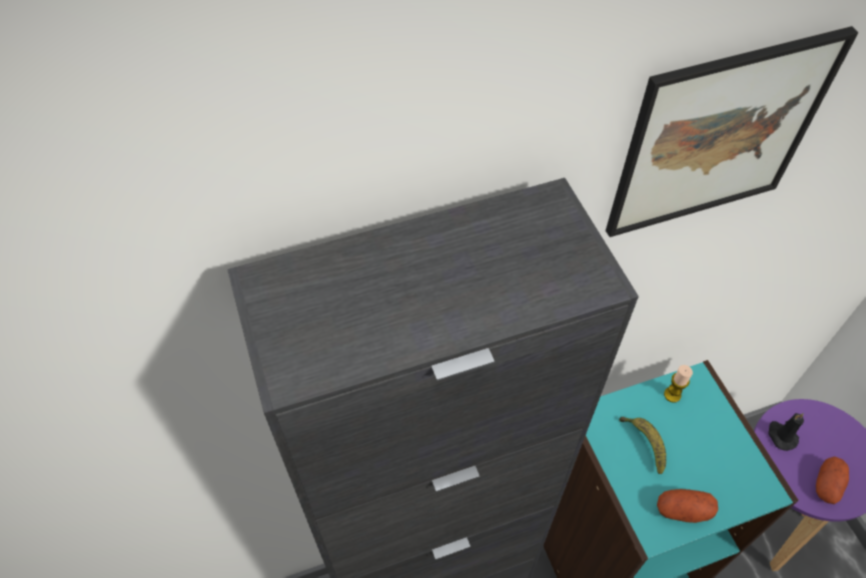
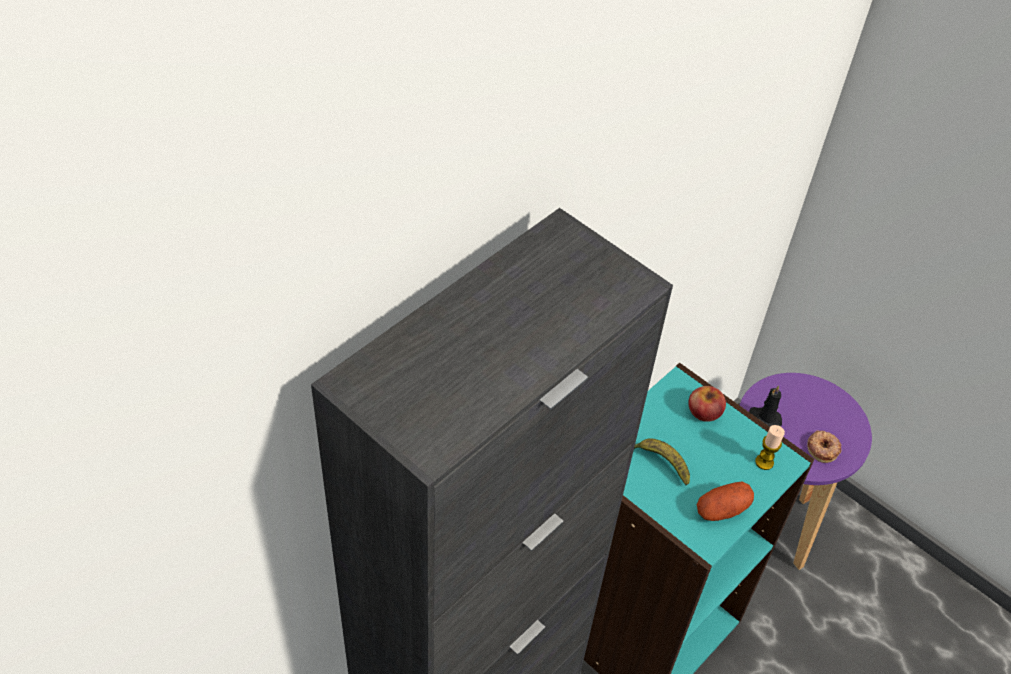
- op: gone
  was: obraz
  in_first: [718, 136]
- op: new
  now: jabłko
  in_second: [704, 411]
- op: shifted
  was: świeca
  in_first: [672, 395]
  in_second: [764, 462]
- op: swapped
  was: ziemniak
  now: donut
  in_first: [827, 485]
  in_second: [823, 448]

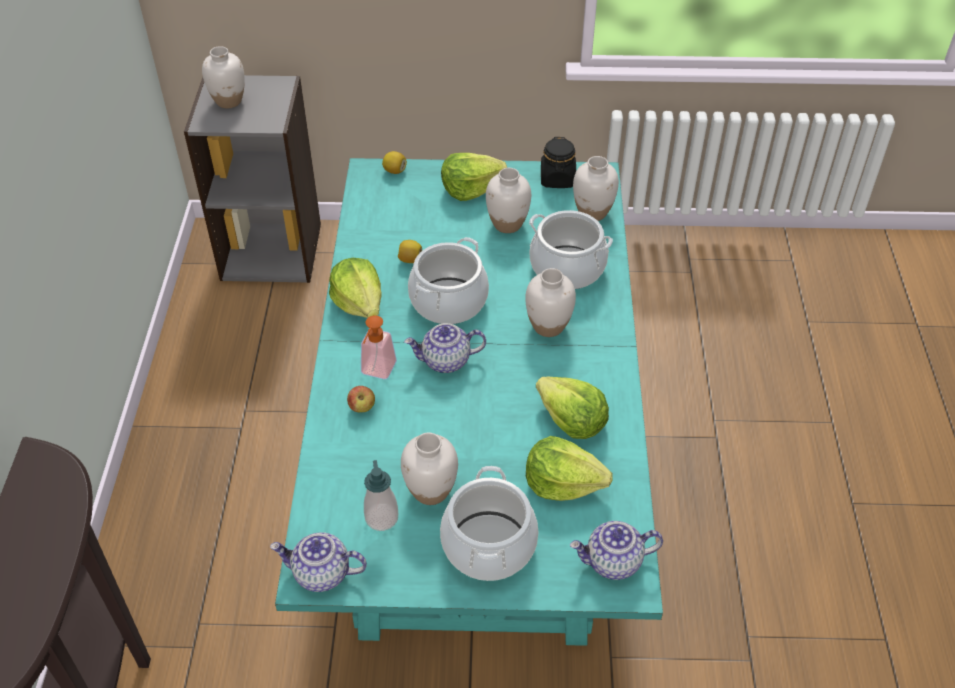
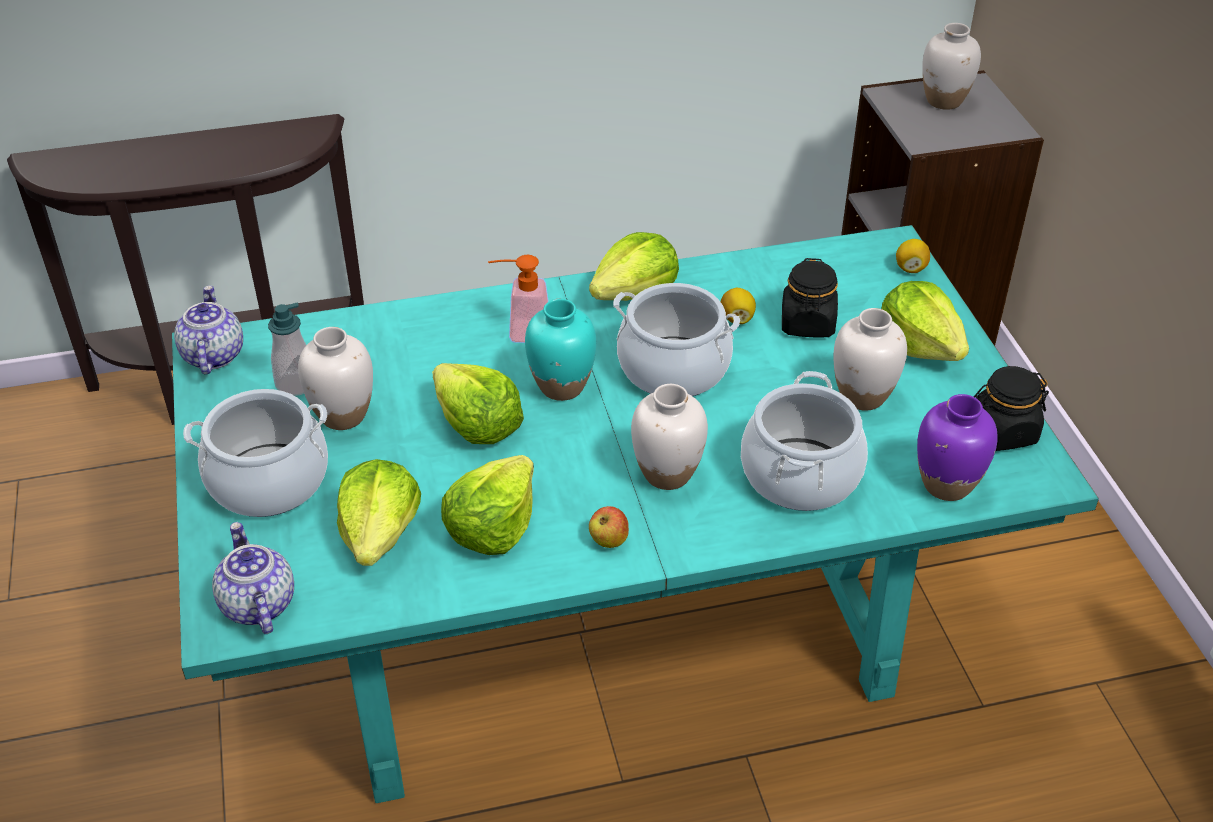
- op: new
  now: sałata
  in_second: [477, 425]
- op: new
  now: słoik (czarny)
  in_second: [807, 323]
- op: shifted
  was: jabłko
  in_first: [362, 407]
  in_second: [609, 540]
- op: swapped
  was: imbryk
  now: wazon (turkusowy)
  in_first: [445, 361]
  in_second: [561, 387]
- op: repainted
  was: wazon (biały)
  now: wazon (fioletowy)
  in_first: [593, 212]
  in_second: [947, 485]

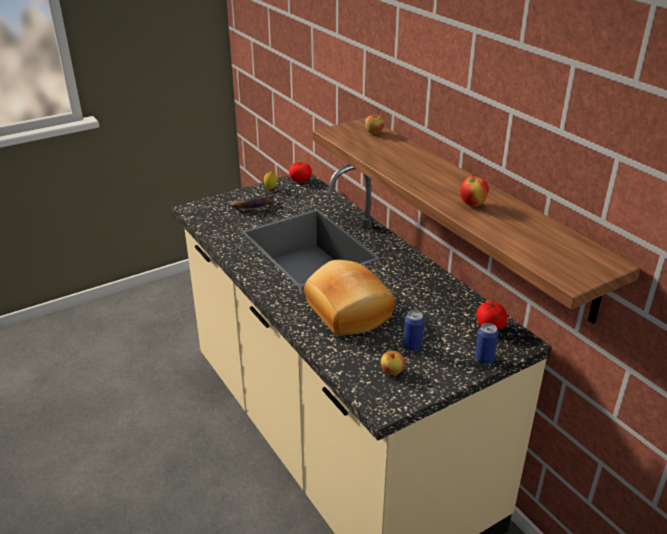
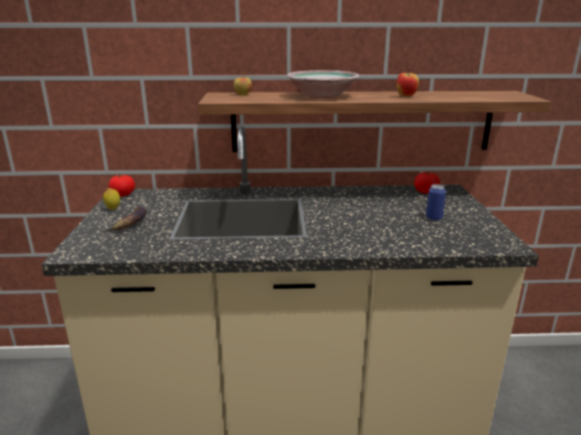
- op: gone
  was: chleb
  in_first: [346, 312]
- op: gone
  was: jabłko
  in_first: [392, 371]
- op: gone
  was: puszka
  in_first: [484, 359]
- op: new
  now: miska
  in_second: [322, 95]

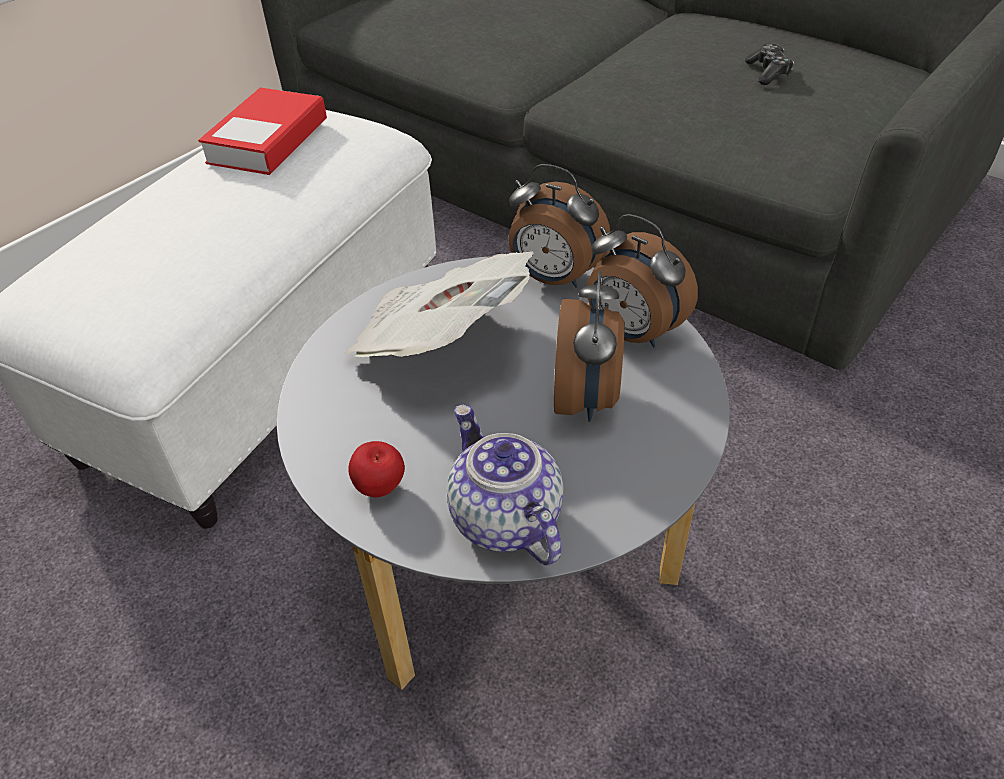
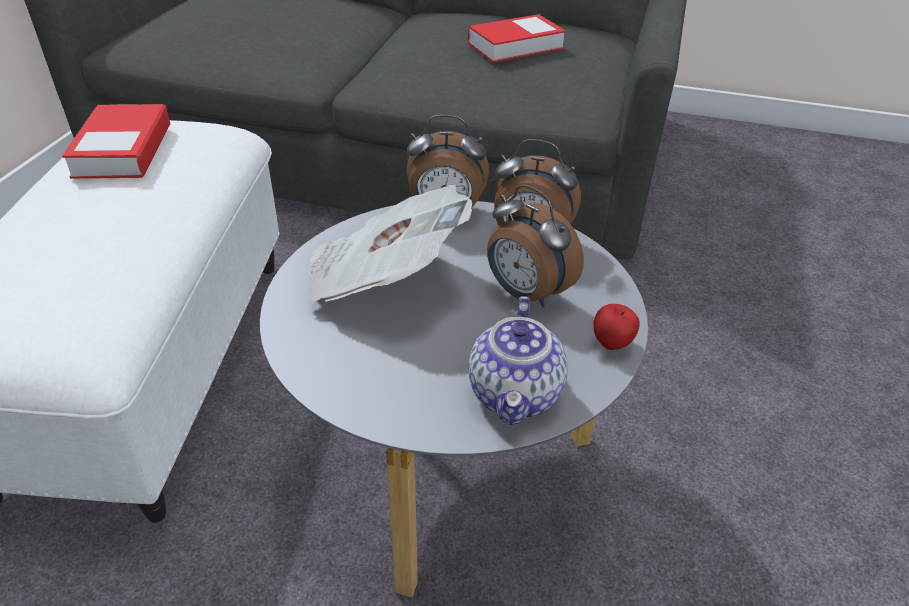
- op: shifted
  was: jabłko
  in_first: [381, 489]
  in_second: [612, 344]
- op: swapped
  was: pad do gier
  now: książka
  in_first: [768, 72]
  in_second: [515, 46]
- op: rotated
  was: imbryk
  in_first: [504, 519]
  in_second: [516, 395]
  clockwise: -120
- op: rotated
  was: budzik
  in_first: [587, 399]
  in_second: [526, 294]
  clockwise: 150

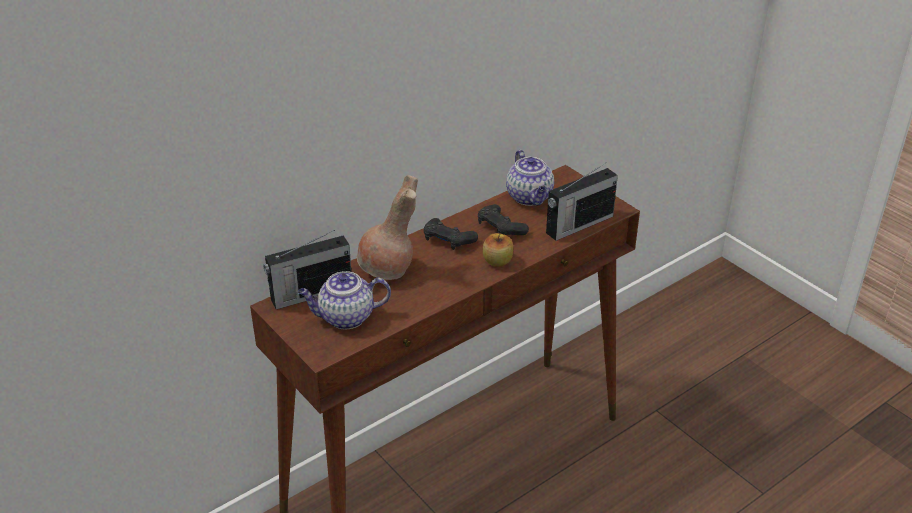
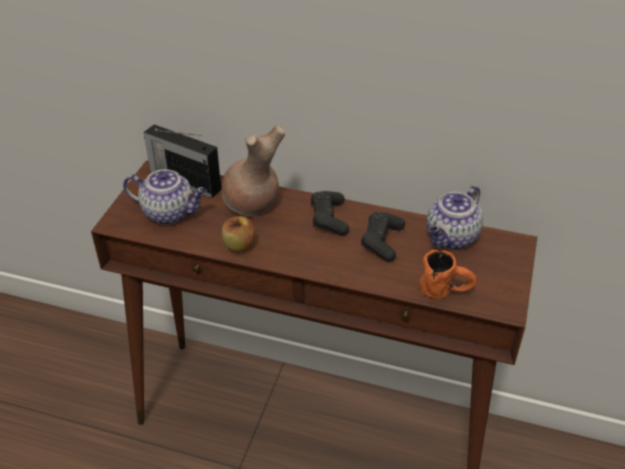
- op: shifted
  was: jabłko
  in_first: [497, 261]
  in_second: [239, 245]
- op: swapped
  was: radio
  now: kubek (pomarańczowy)
  in_first: [578, 225]
  in_second: [445, 291]
- op: rotated
  was: imbryk
  in_first: [345, 318]
  in_second: [170, 213]
  clockwise: 150

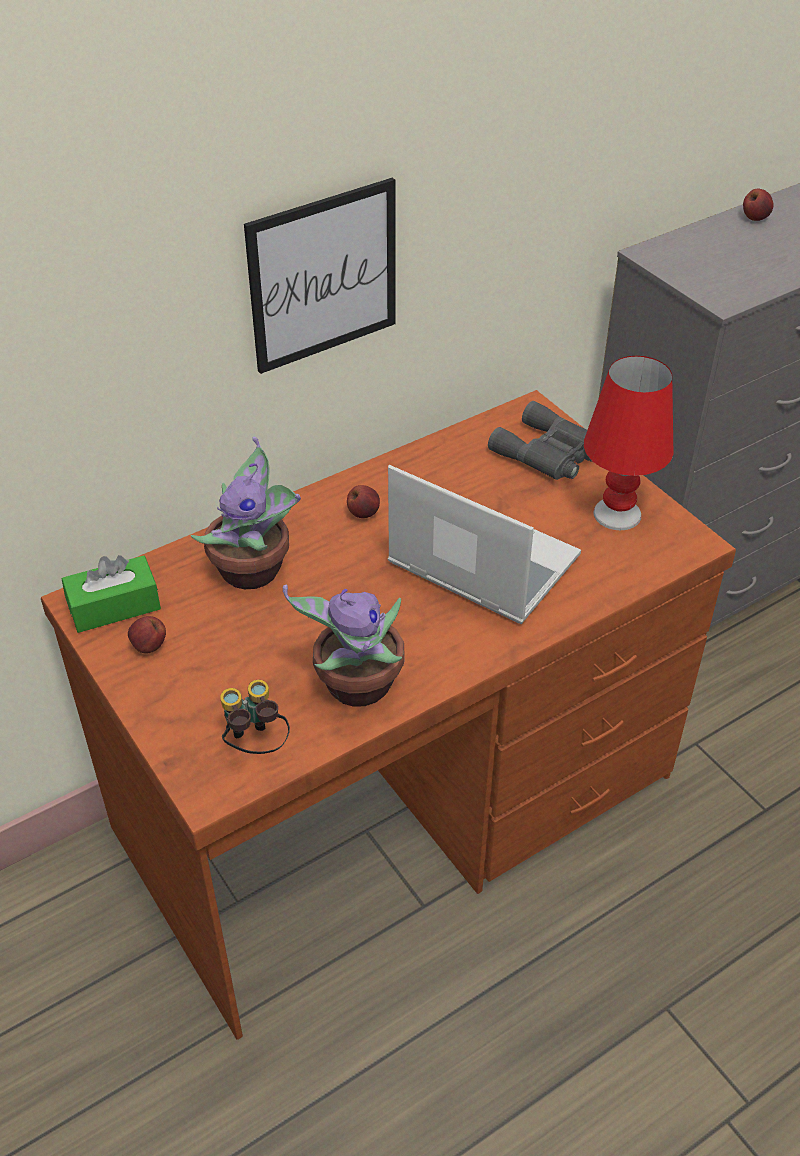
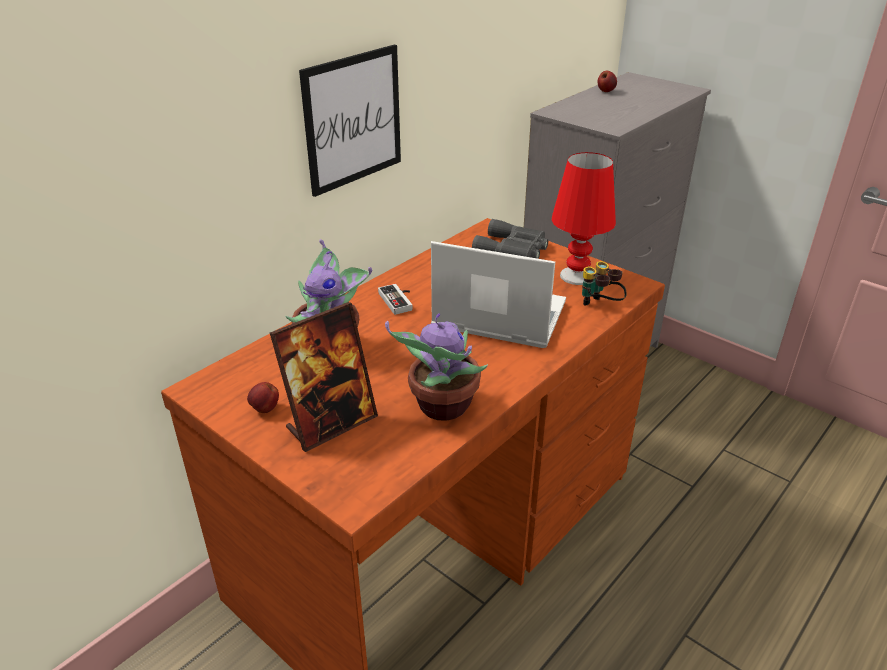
- op: gone
  was: pudełko chusteczek (zielony)
  in_first: [114, 606]
- op: new
  now: ramka na zdjęcie
  in_second: [331, 423]
- op: shifted
  was: lornetka
  in_first: [255, 745]
  in_second: [600, 307]
- op: swapped
  was: jabłko
  now: pad do gier
  in_first: [363, 513]
  in_second: [399, 300]

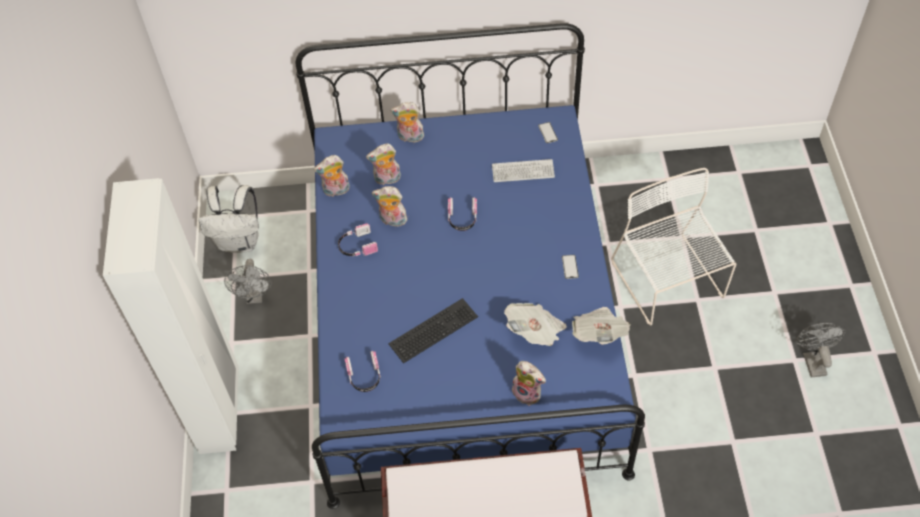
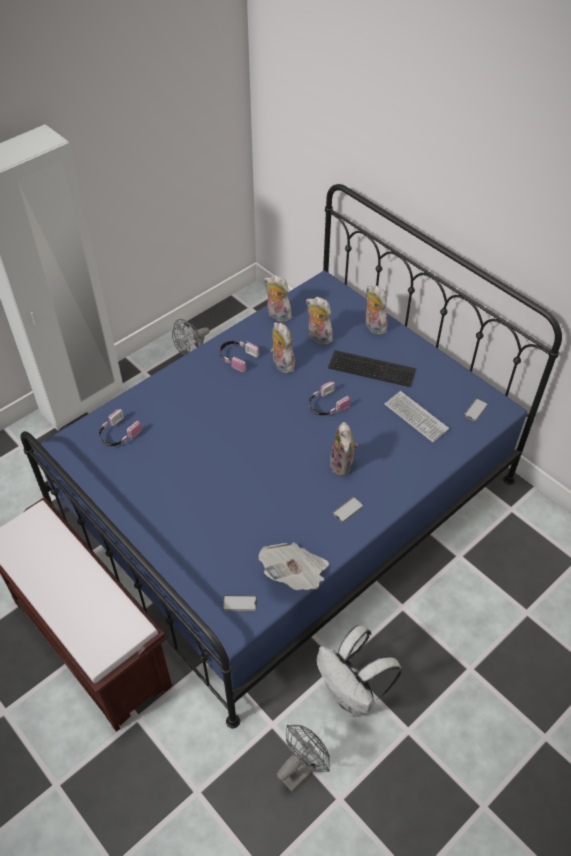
- op: gone
  was: gazeta
  in_first: [535, 332]
- op: gone
  was: krzesło (biały)
  in_first: [668, 282]
- op: new
  now: telefon
  in_second: [240, 603]
- op: shifted
  was: plecak (biały)
  in_first: [240, 242]
  in_second: [352, 694]
- op: shifted
  was: klawiatura
  in_first: [433, 328]
  in_second: [373, 367]
- op: shifted
  was: pluszak
  in_first: [528, 392]
  in_second: [343, 465]
- op: shifted
  was: wentylator (szary)
  in_first: [812, 360]
  in_second: [301, 768]

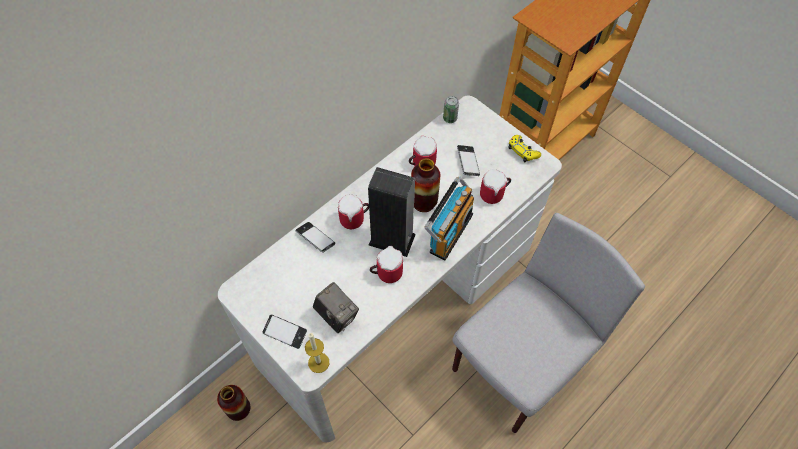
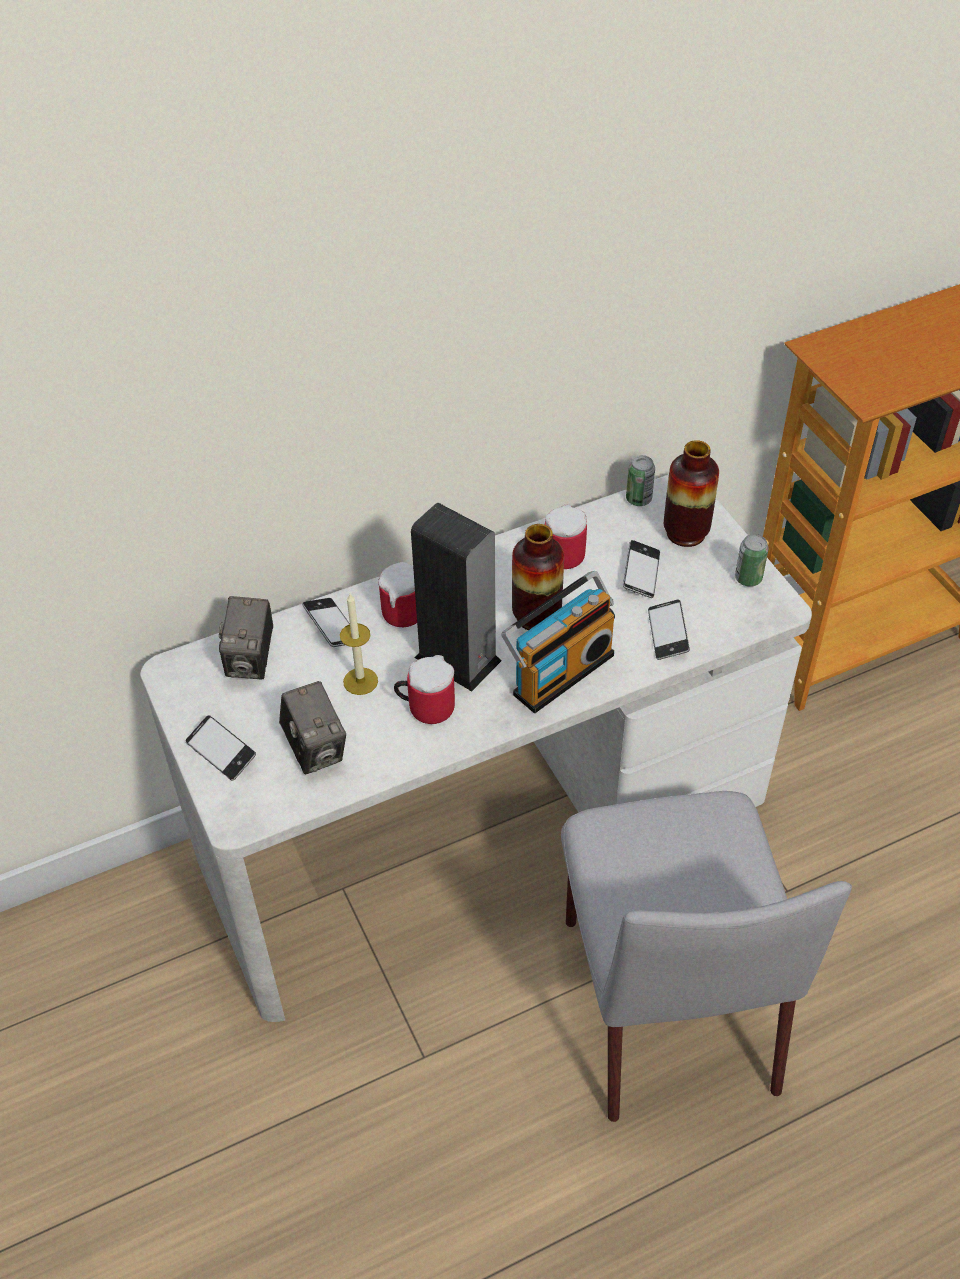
- op: new
  now: aparat fotograficzny
  in_second: [251, 660]
- op: shifted
  was: wazon
  in_first: [239, 410]
  in_second: [685, 533]
- op: shifted
  was: świeca
  in_first: [318, 362]
  in_second: [360, 681]
- op: swapped
  was: kubek
  now: telefon
  in_first: [495, 194]
  in_second: [667, 633]
- op: swapped
  was: pad do gier (żółty)
  now: puszka
  in_first: [523, 151]
  in_second: [748, 578]
- op: rotated
  was: krzesło (szary)
  in_first: [519, 366]
  in_second: [667, 999]
  clockwise: 105

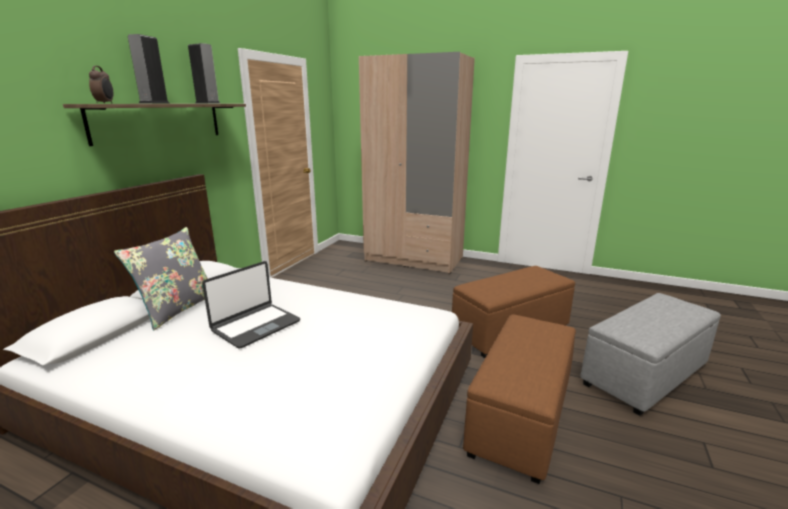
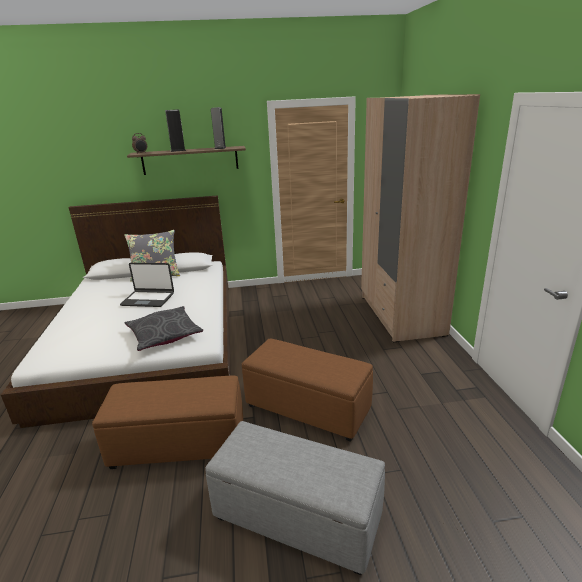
- op: new
  now: poduszka (szary)
  in_second: [164, 335]

